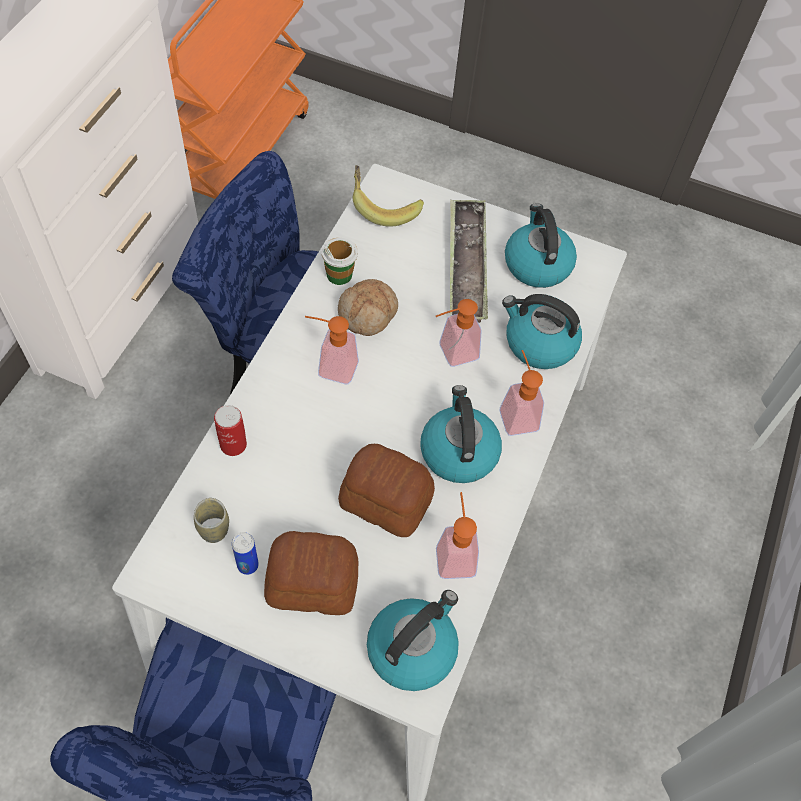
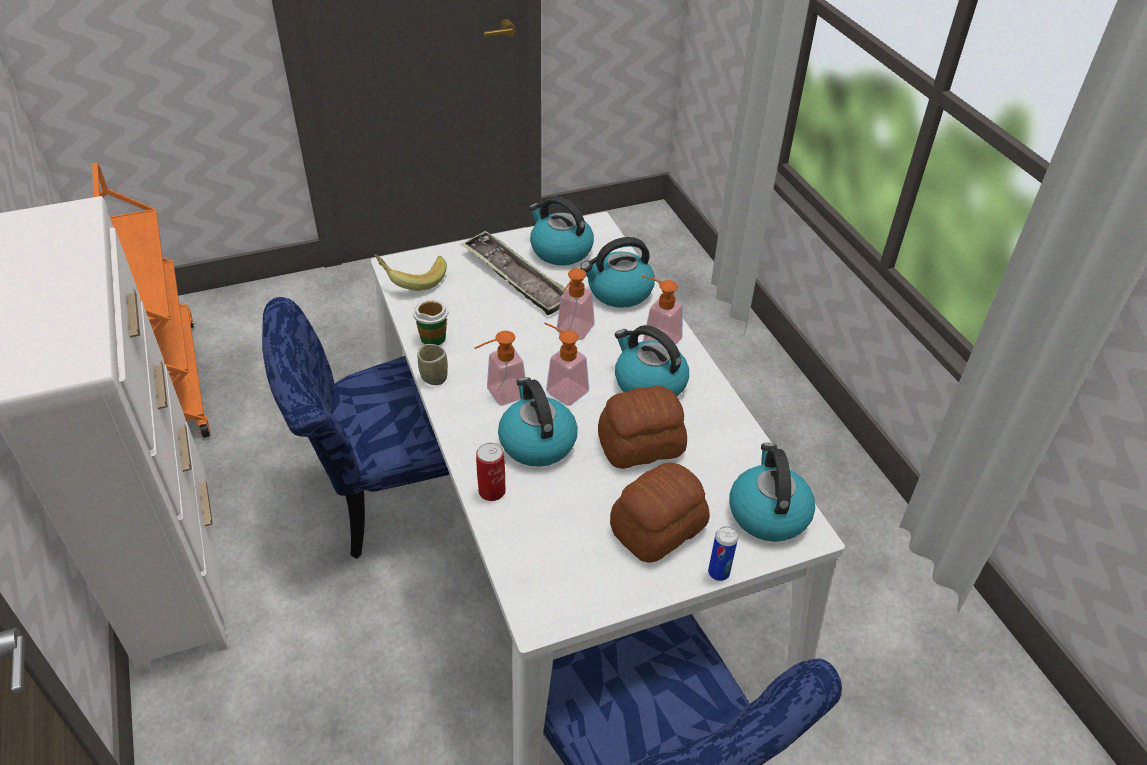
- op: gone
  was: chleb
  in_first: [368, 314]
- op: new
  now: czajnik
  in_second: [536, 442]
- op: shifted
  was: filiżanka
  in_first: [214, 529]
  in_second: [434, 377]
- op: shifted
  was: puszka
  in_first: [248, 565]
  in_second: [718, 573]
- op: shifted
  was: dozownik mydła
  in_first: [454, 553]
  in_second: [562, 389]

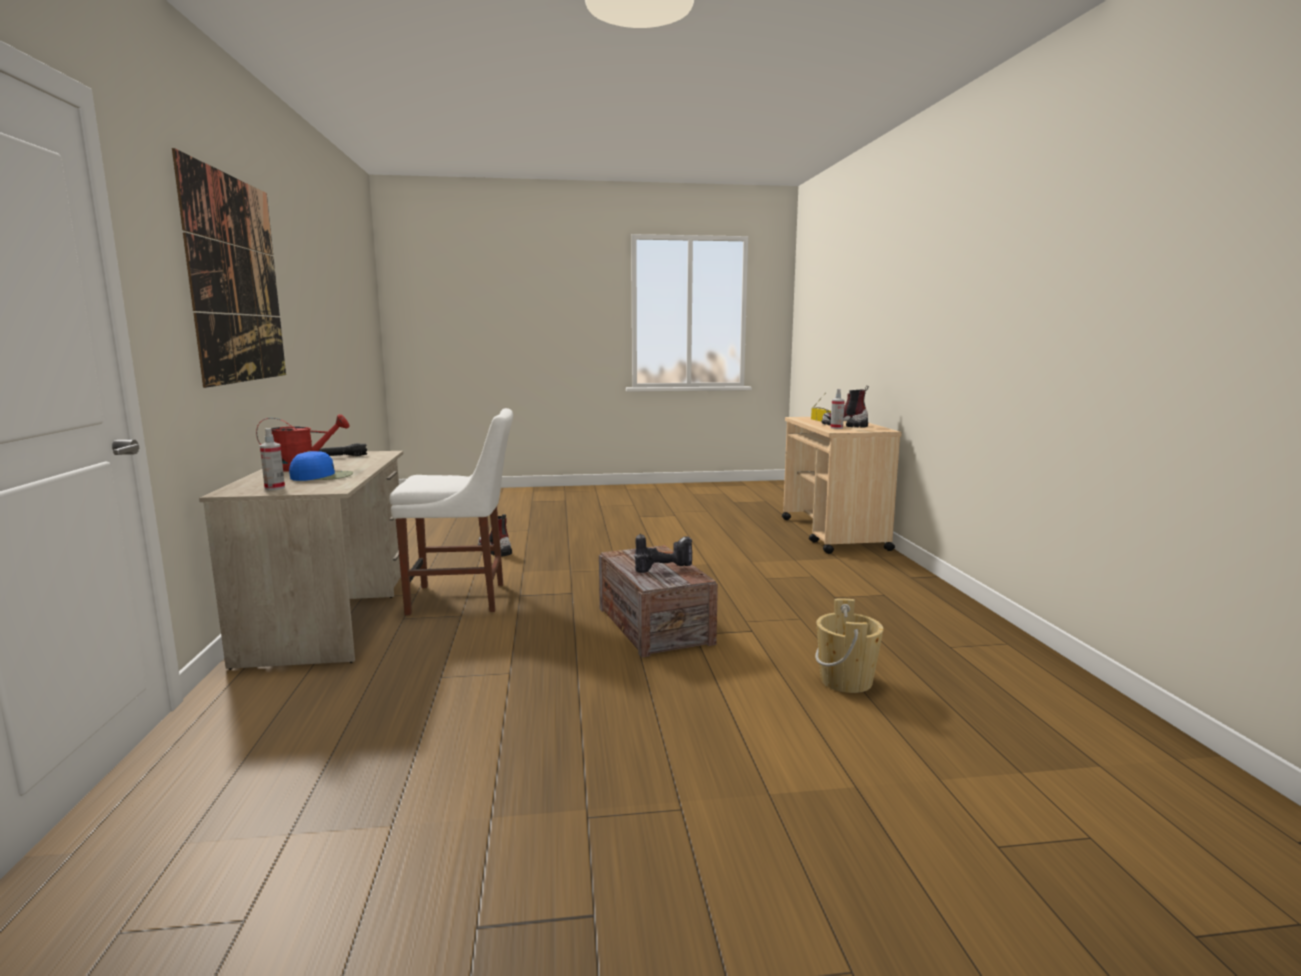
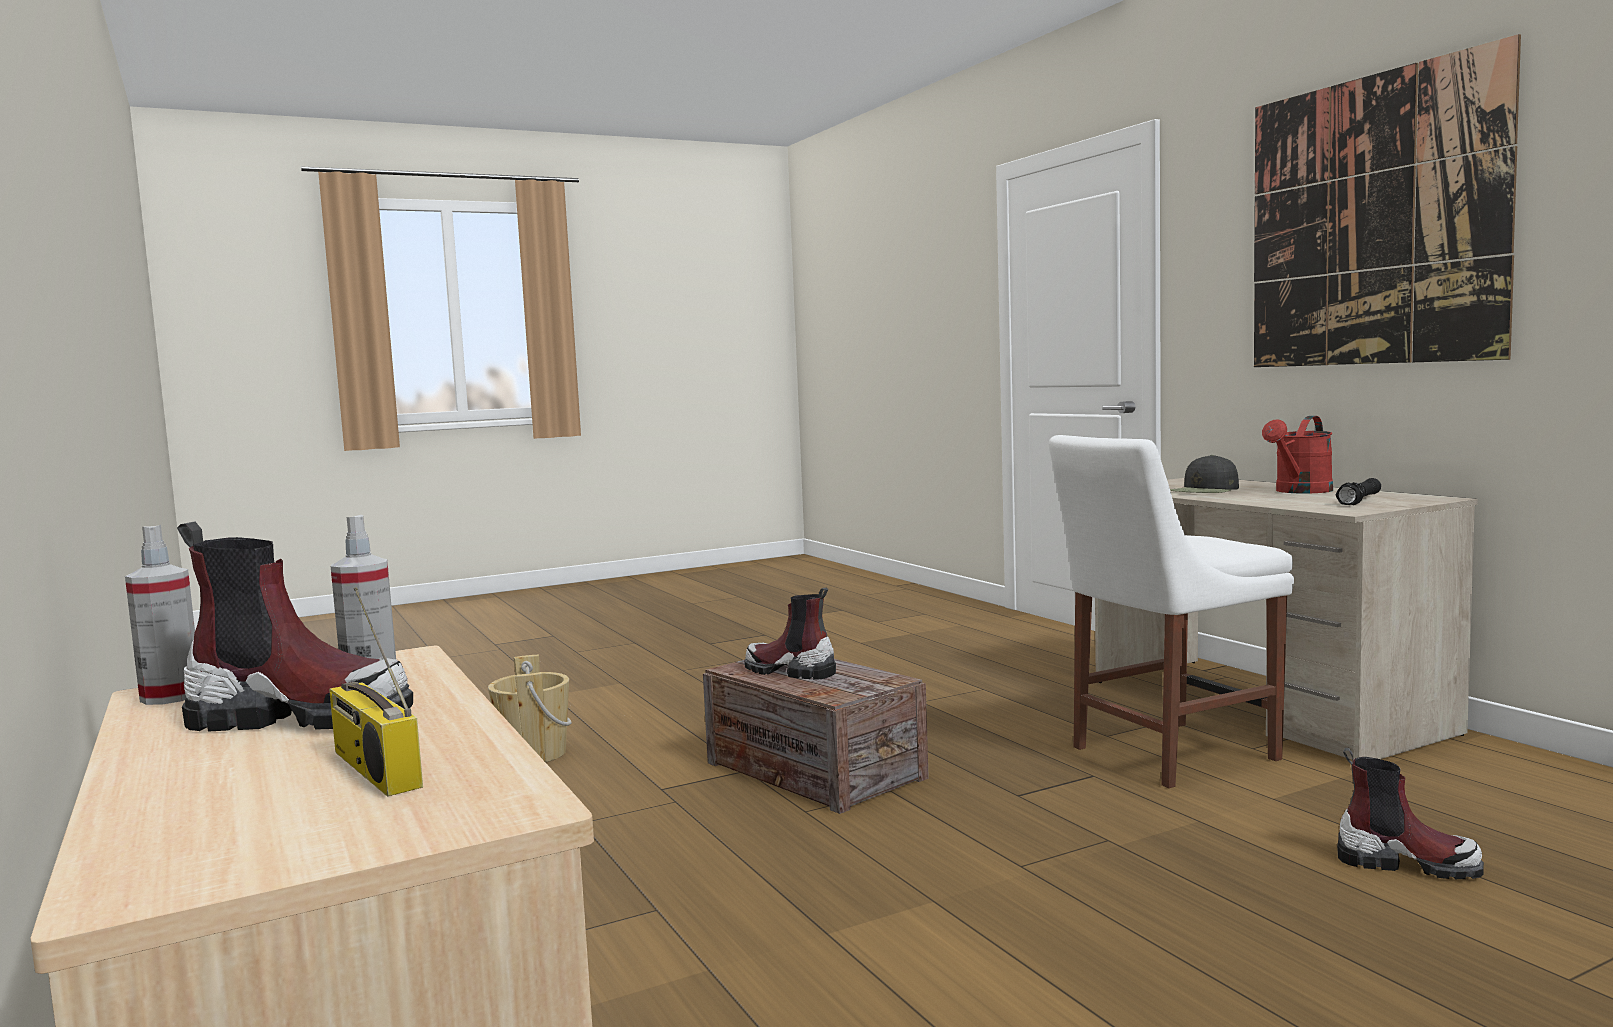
- op: shifted
  was: spryskiwacz
  in_first: [274, 488]
  in_second: [171, 696]
- op: swapped
  was: wiertarka
  now: but z cholewką
  in_first: [665, 569]
  in_second: [789, 671]
- op: repainted
  was: czapka z daszkiem (niebieski)
  now: czapka z daszkiem (czarny)
  in_first: [323, 476]
  in_second: [1205, 490]

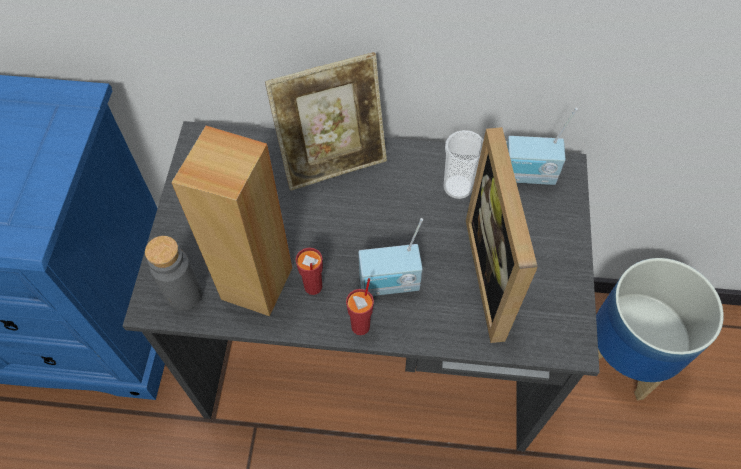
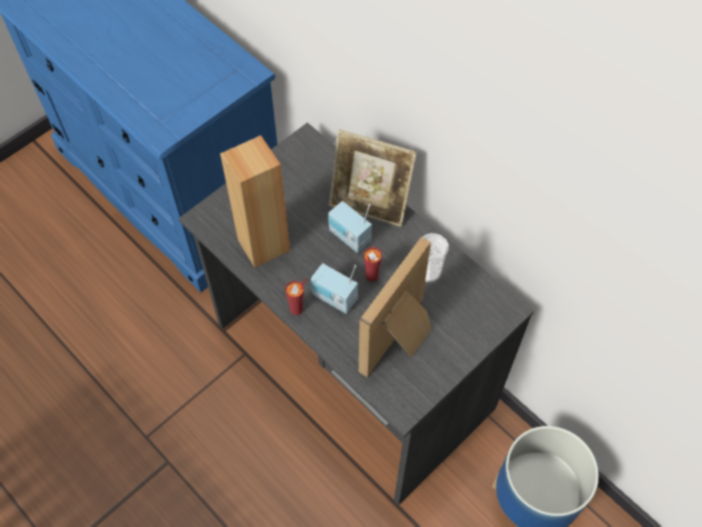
- op: gone
  was: butelka (szary)
  in_first: [184, 294]
- op: shifted
  was: filiżanka (czerwony)
  in_first: [313, 287]
  in_second: [371, 276]
- op: shifted
  was: radio
  in_first: [528, 176]
  in_second: [349, 237]

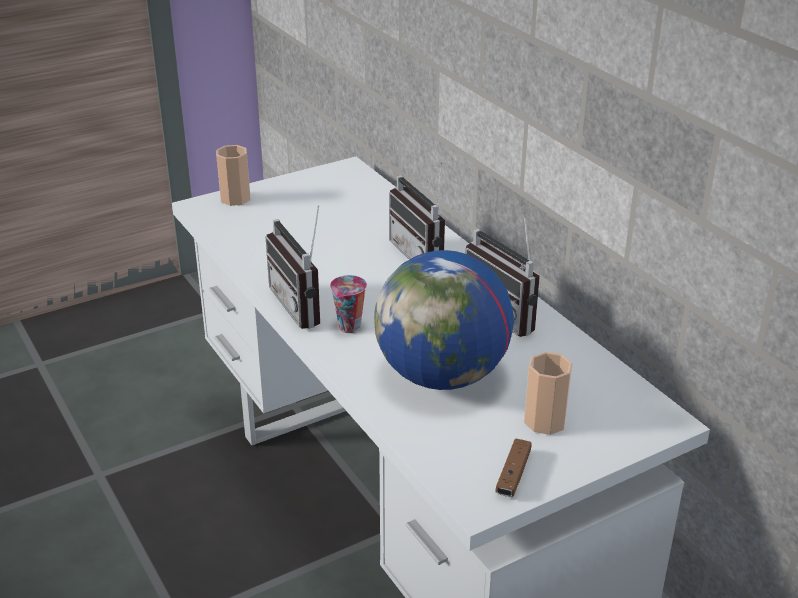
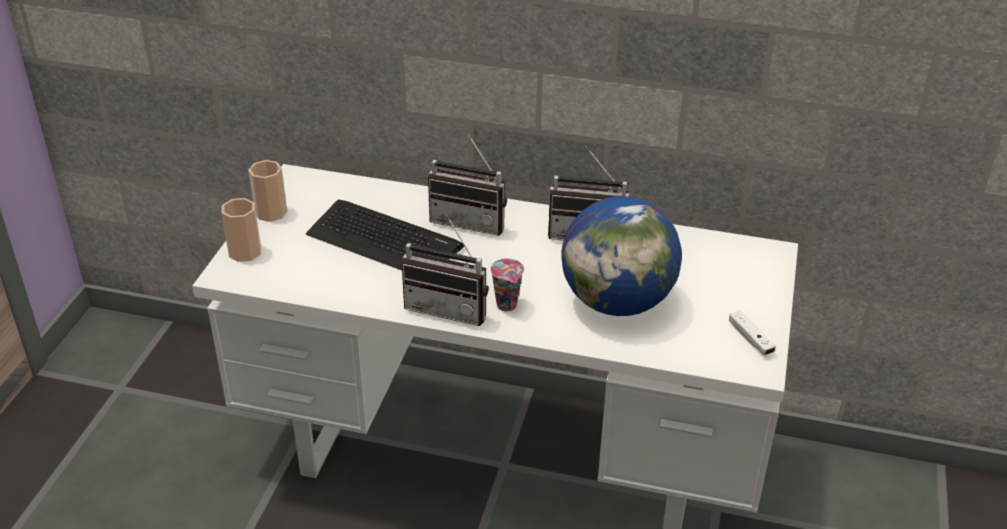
- op: new
  now: klawiatura
  in_second: [384, 240]
- op: shifted
  was: filiżanka
  in_first: [545, 421]
  in_second: [271, 212]
- op: repainted
  was: pad do gier (brązowy)
  now: pad do gier (biały)
  in_first: [513, 475]
  in_second: [750, 339]

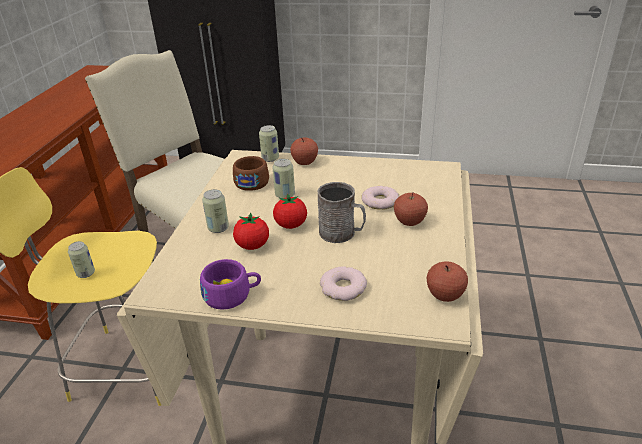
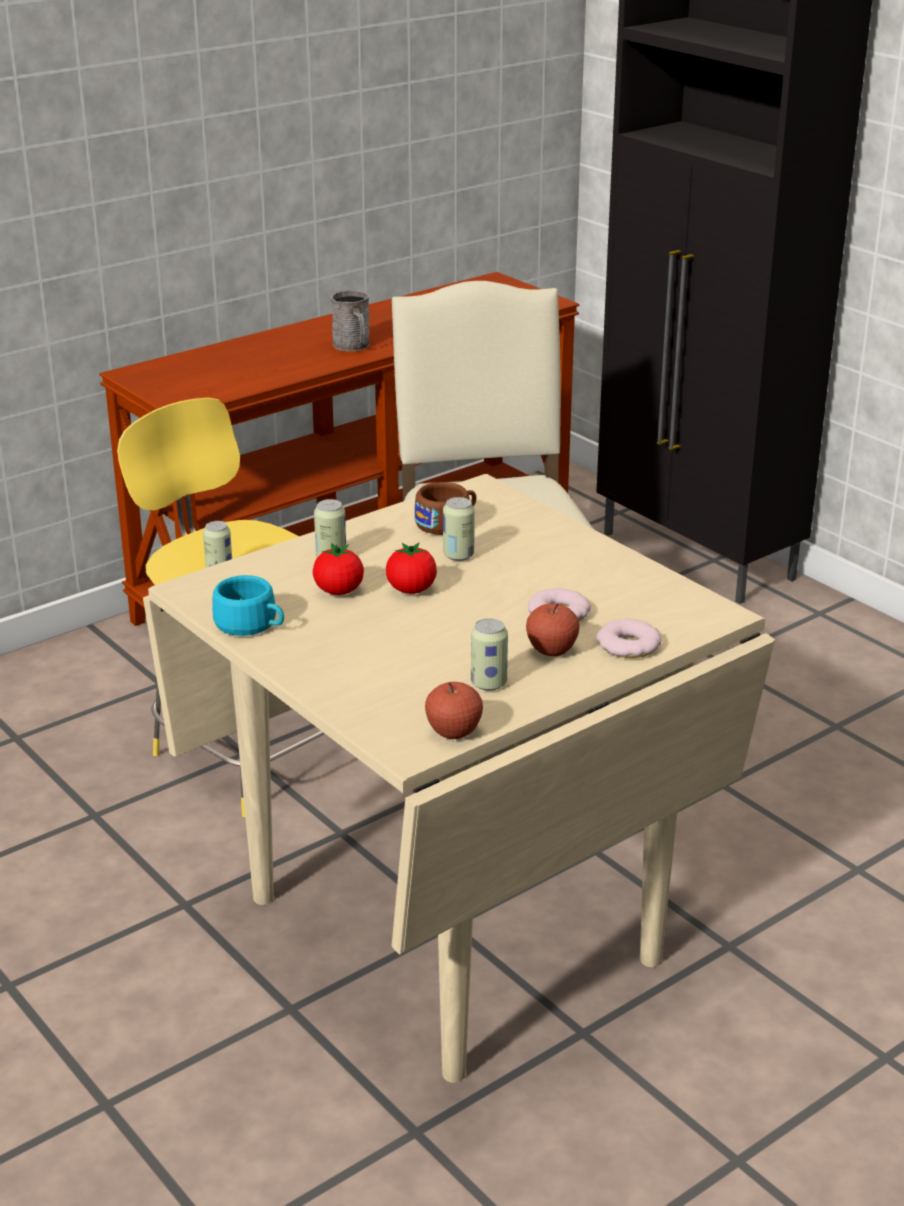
- op: gone
  was: jabłko
  in_first: [304, 162]
- op: shifted
  was: puszka
  in_first: [270, 158]
  in_second: [488, 683]
- op: shifted
  was: kubek (szary)
  in_first: [342, 233]
  in_second: [353, 346]
- op: shifted
  was: donut
  in_first: [343, 288]
  in_second: [628, 645]
- op: repainted
  was: filiżanka (fioletowy)
  now: filiżanka (turkusowy)
  in_first: [232, 295]
  in_second: [251, 625]

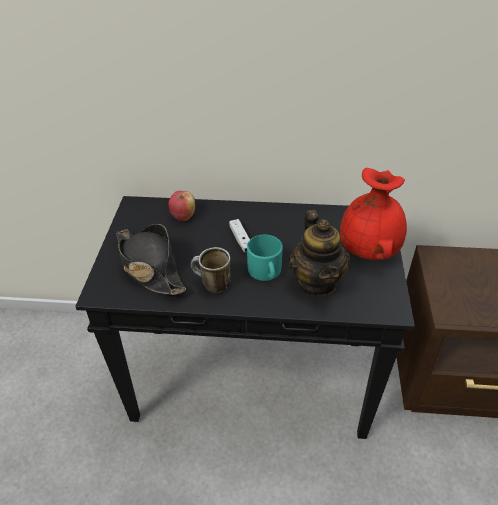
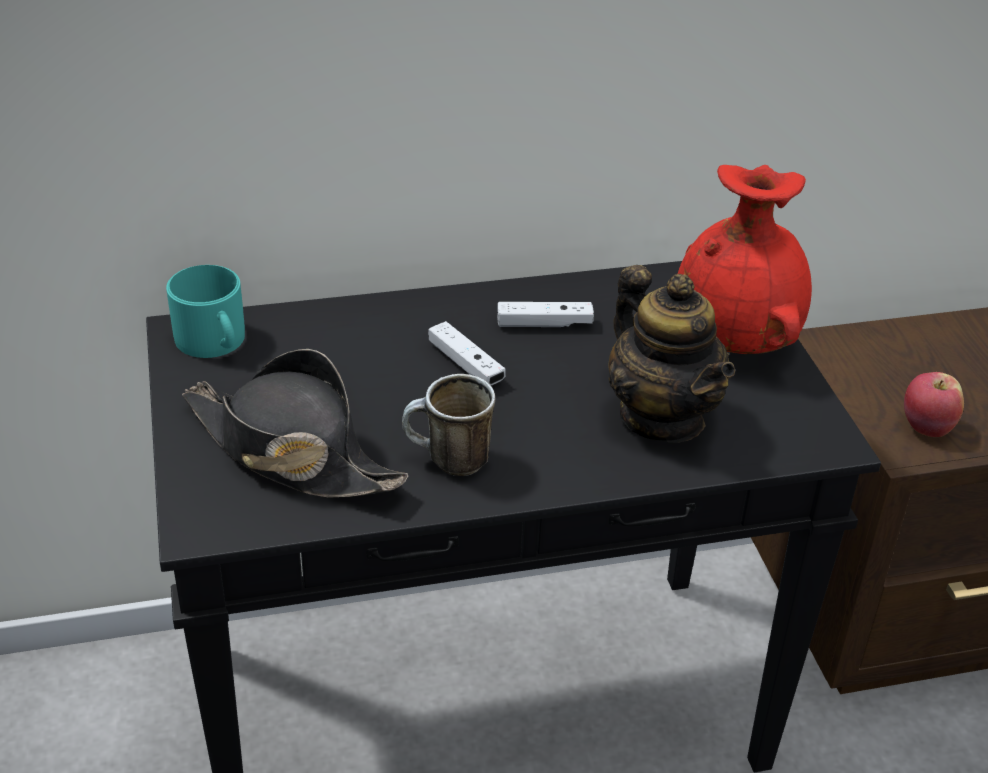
- op: new
  now: pad do gier (biały)
  in_second: [544, 324]
- op: shifted
  was: jabłko
  in_first: [183, 216]
  in_second: [926, 427]
- op: shifted
  was: kubek (turkusowy)
  in_first: [266, 271]
  in_second: [214, 341]

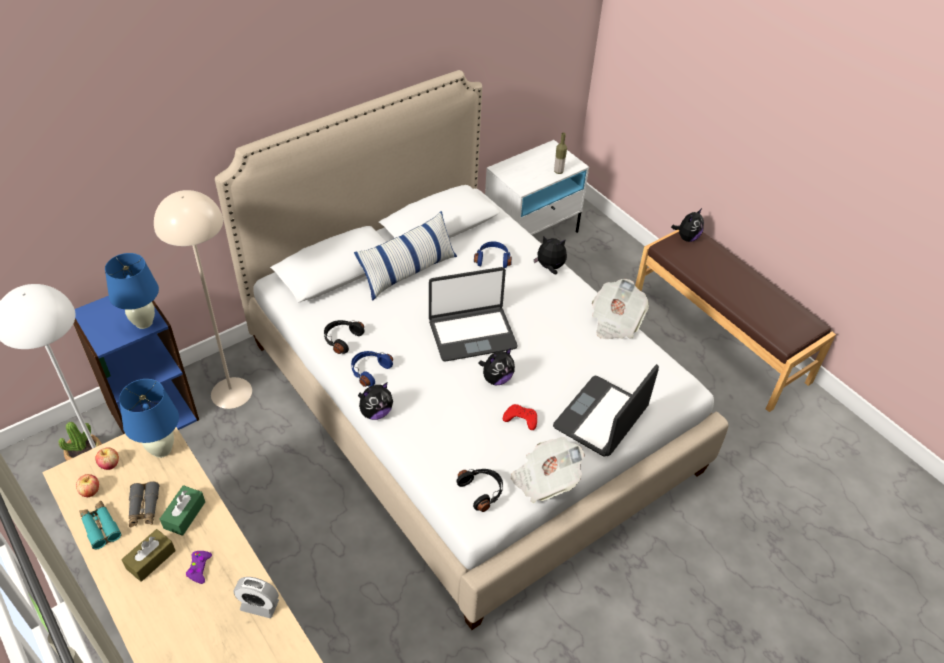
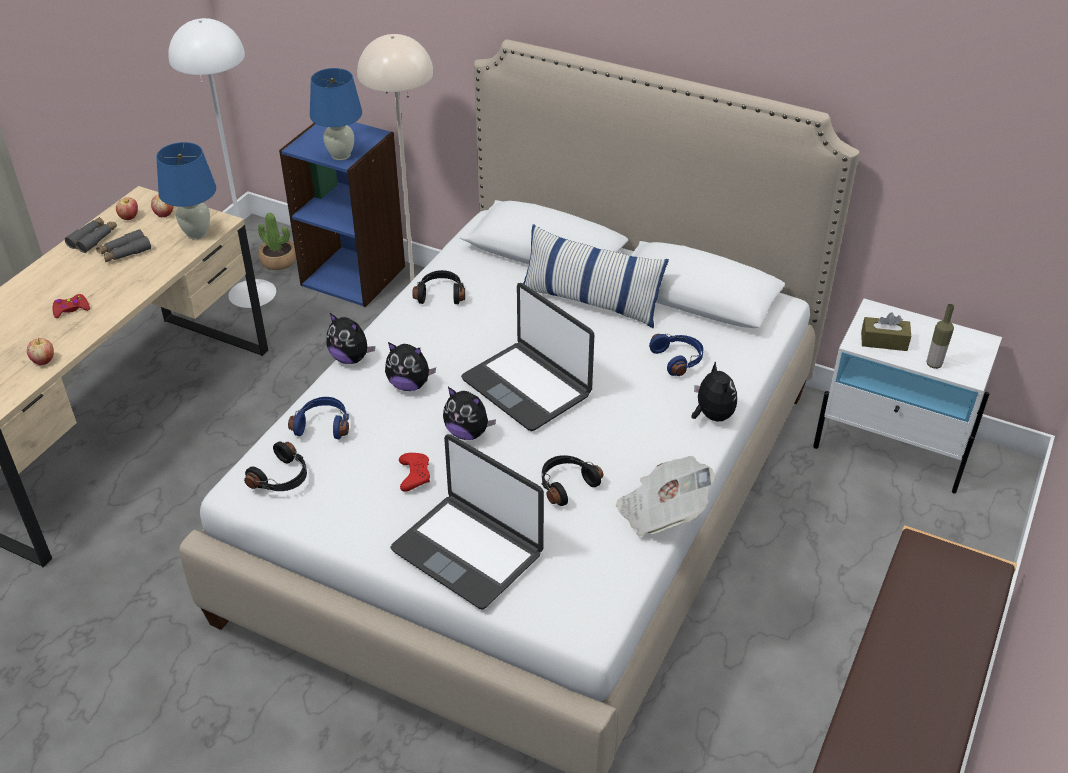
- op: gone
  was: pudełko chusteczek (zielony)
  in_first: [184, 515]
- op: gone
  was: gazeta
  in_first: [545, 479]
- op: new
  now: słuchawki (czarny)
  in_second: [566, 484]
- op: shifted
  was: pudełko chusteczek (brązowy)
  in_first: [151, 559]
  in_second: [884, 341]
- op: shifted
  was: słuchawki (niebieski)
  in_first: [369, 371]
  in_second: [323, 425]
- op: shifted
  was: pluszak
  in_first: [686, 238]
  in_second: [409, 385]
- op: swapped
  was: budzik
  now: jabłko
  in_first: [259, 605]
  in_second: [43, 361]
- op: repainted
  was: lornetka (turkusowy)
  now: lornetka (szary)
  in_first: [100, 527]
  in_second: [93, 239]
- op: repainted
  was: pad do gier (fioletowy)
  now: pad do gier (czerwony)
  in_first: [199, 568]
  in_second: [71, 309]
- op: rotated
  was: laptop
  in_first: [601, 418]
  in_second: [468, 551]
  clockwise: -150

